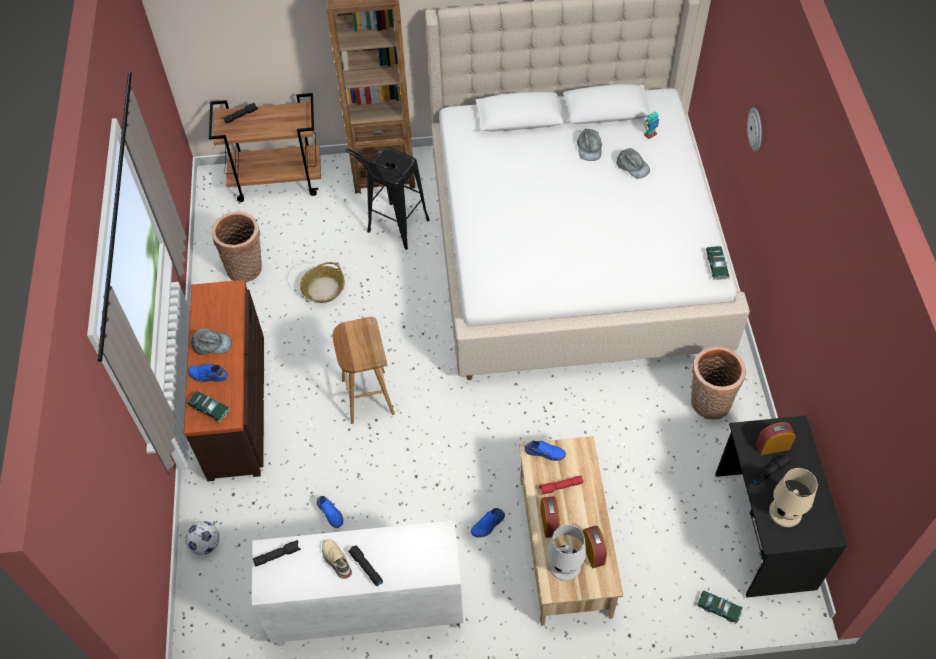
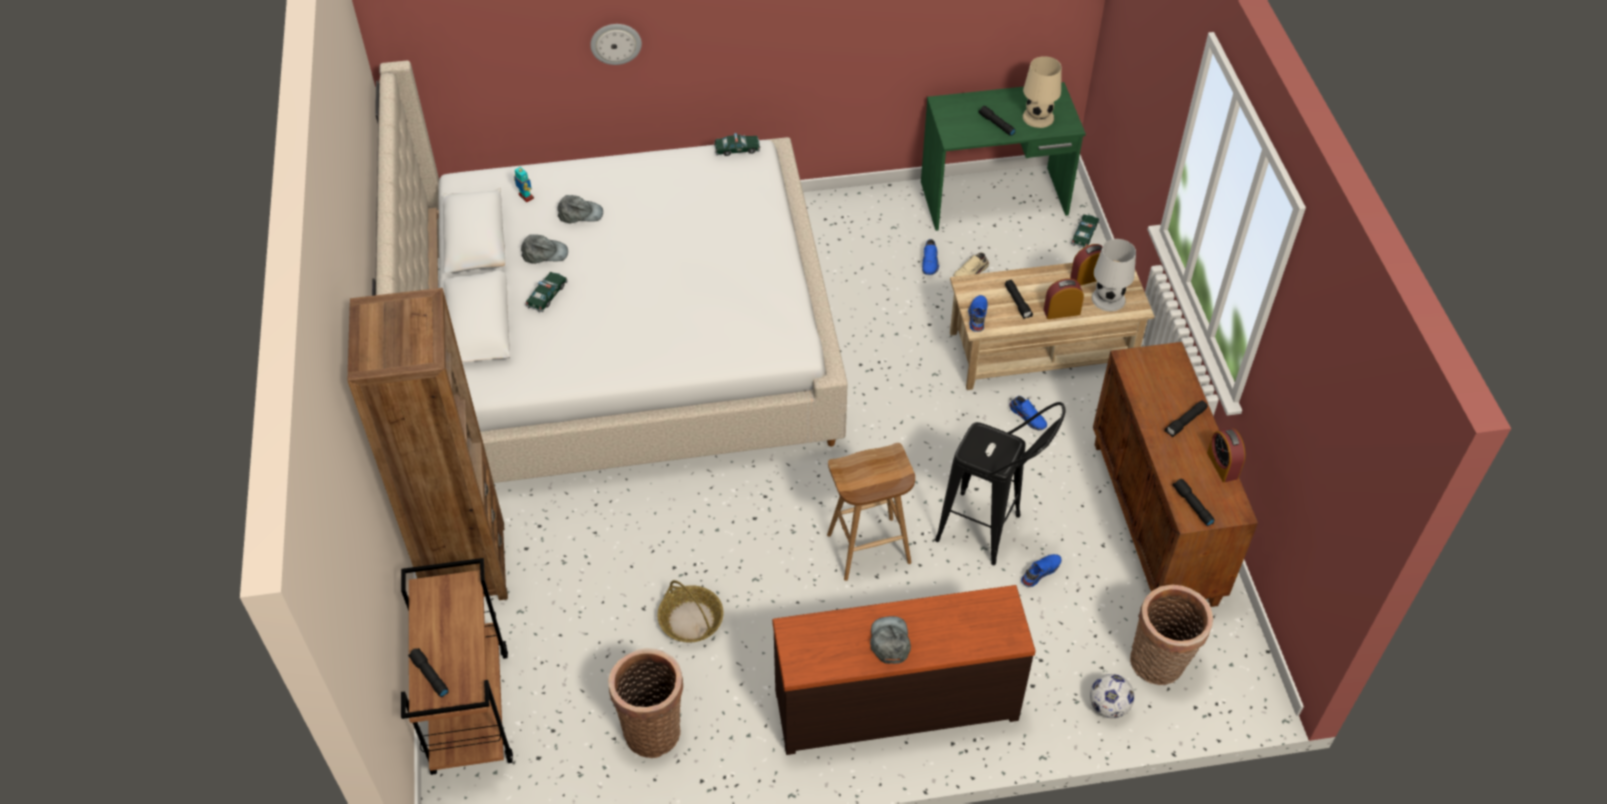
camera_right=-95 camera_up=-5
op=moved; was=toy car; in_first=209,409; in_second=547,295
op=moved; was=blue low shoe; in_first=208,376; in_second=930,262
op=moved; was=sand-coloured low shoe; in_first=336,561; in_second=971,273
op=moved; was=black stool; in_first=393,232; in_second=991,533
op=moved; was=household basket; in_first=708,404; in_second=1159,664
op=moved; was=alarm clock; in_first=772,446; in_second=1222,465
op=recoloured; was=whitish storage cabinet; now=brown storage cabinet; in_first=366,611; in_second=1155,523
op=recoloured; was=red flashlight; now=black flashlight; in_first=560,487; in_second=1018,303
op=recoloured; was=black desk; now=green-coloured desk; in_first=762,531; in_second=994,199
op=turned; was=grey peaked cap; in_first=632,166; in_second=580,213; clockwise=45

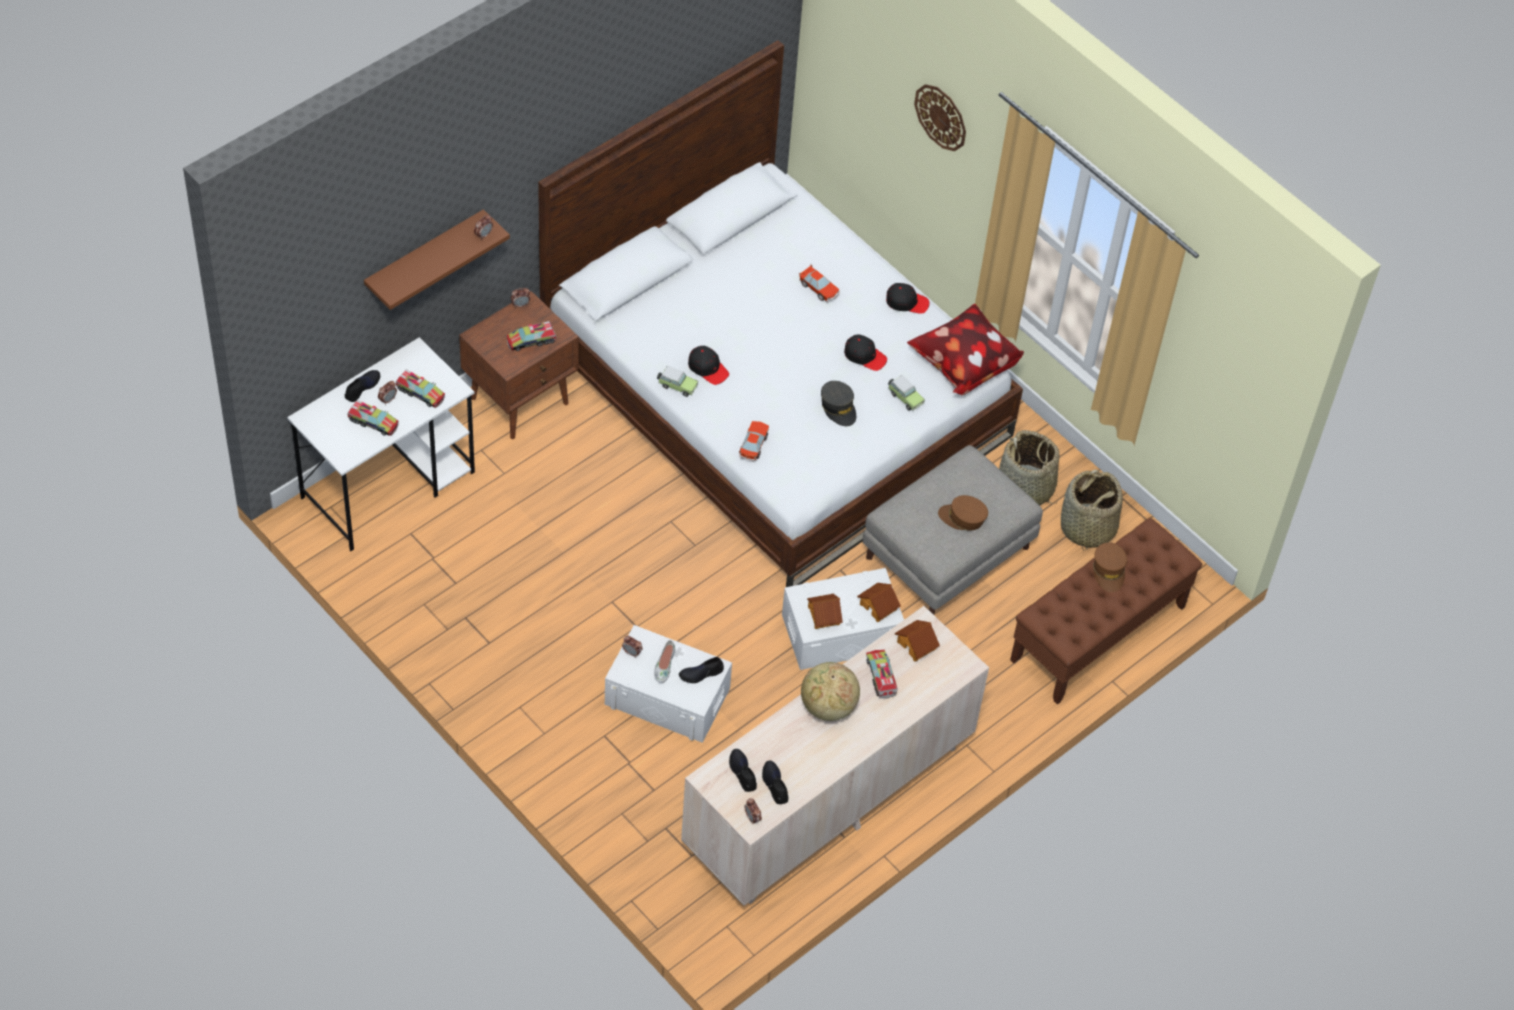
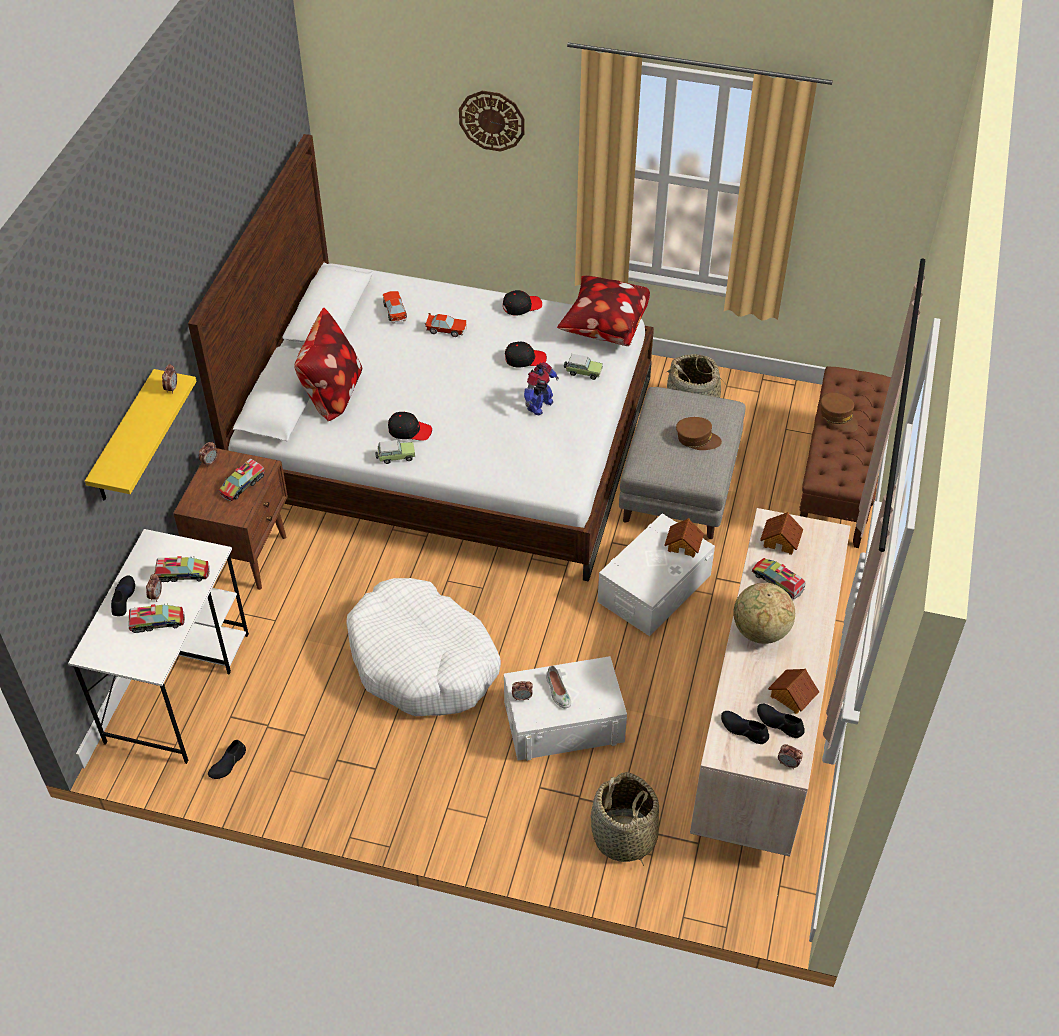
camera_right=-30 camera_up=-5
op=added; now=throw pillow; in_second=331,394
op=added; now=whitish dog cushion; in_second=423,661
op=moved; was=black low shoe; in_first=701,673; in_second=227,763
op=moved; was=toy car; in_first=753,445; in_second=395,311
op=moved; was=model house; in_first=823,615; in_second=791,696
op=moved; was=household basket; in_first=1087,528; in_second=624,837
op=replaced; was=grey peaked cap; now=model robot; in_first=838,407; in_second=539,405
op=recoloured; was=brown wall shelf; now=yellow-coloured wall shelf; in_first=425,258; in_second=125,439
op=turned; was=brown peaked cap; in_first=962,518; in_second=697,439; clockwise=-150

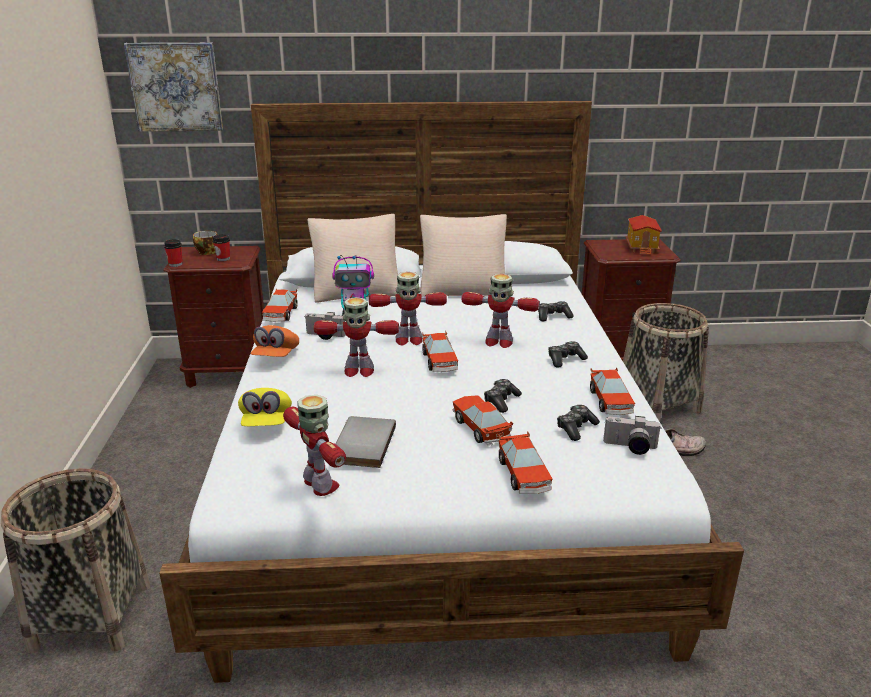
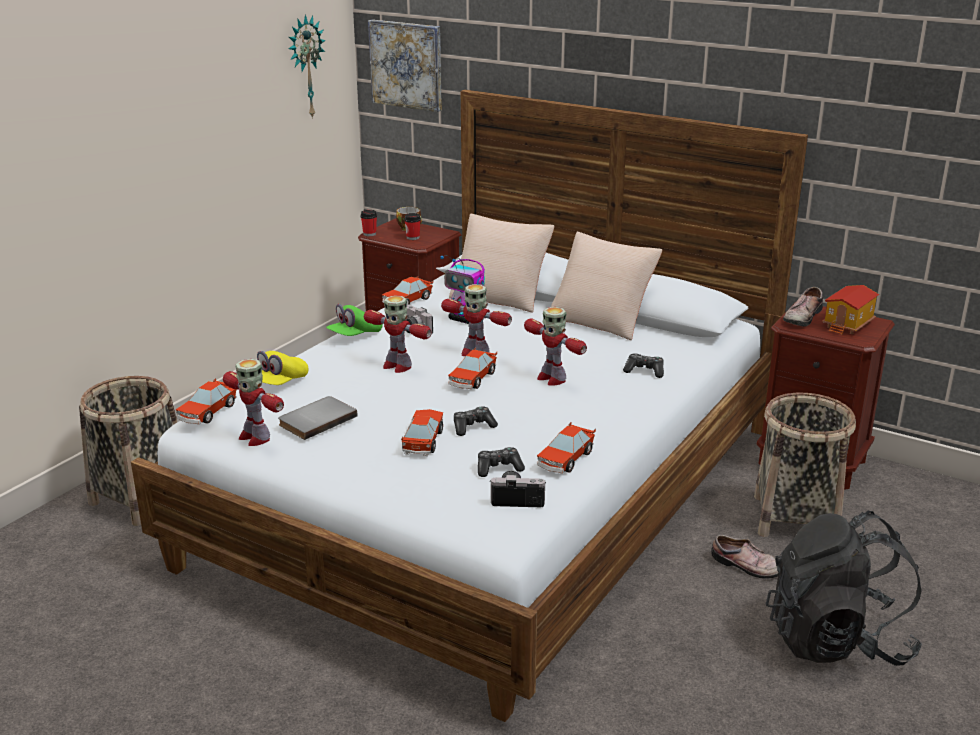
camera_right=35 camera_up=0
op=removed; was=game controller; in_first=565,359
op=added; now=wall clock; in_second=305,67
op=added; now=black knapsack; in_second=836,640
op=added; now=low shoe; in_second=801,316
op=moved; was=toy car; in_first=523,475; in_second=208,412
op=recoloured; was=orange-coloured peaked cap; now=green-coloured peaked cap; in_first=276,356; in_second=355,335
op=turned; was=model robot; in_first=320,485; in_second=255,437; clockwise=135
op=turned; was=still camera; in_first=630,448; in_second=517,498; clockwise=135

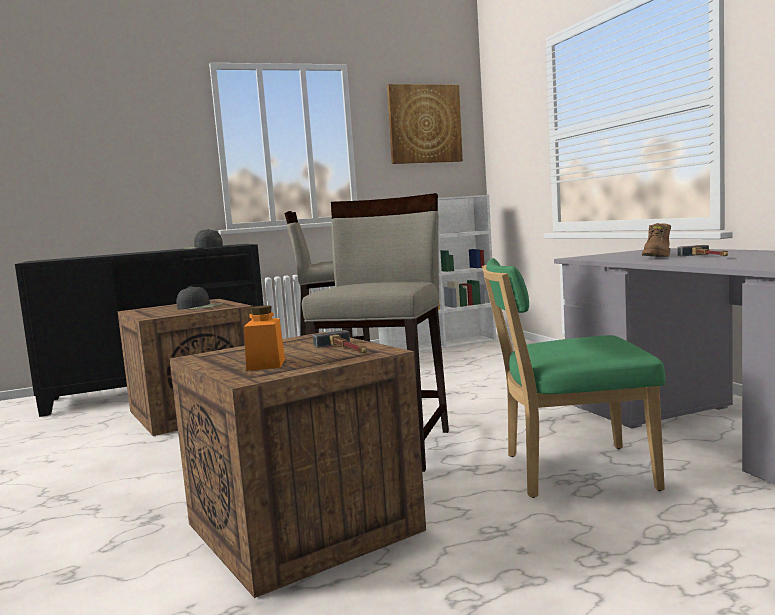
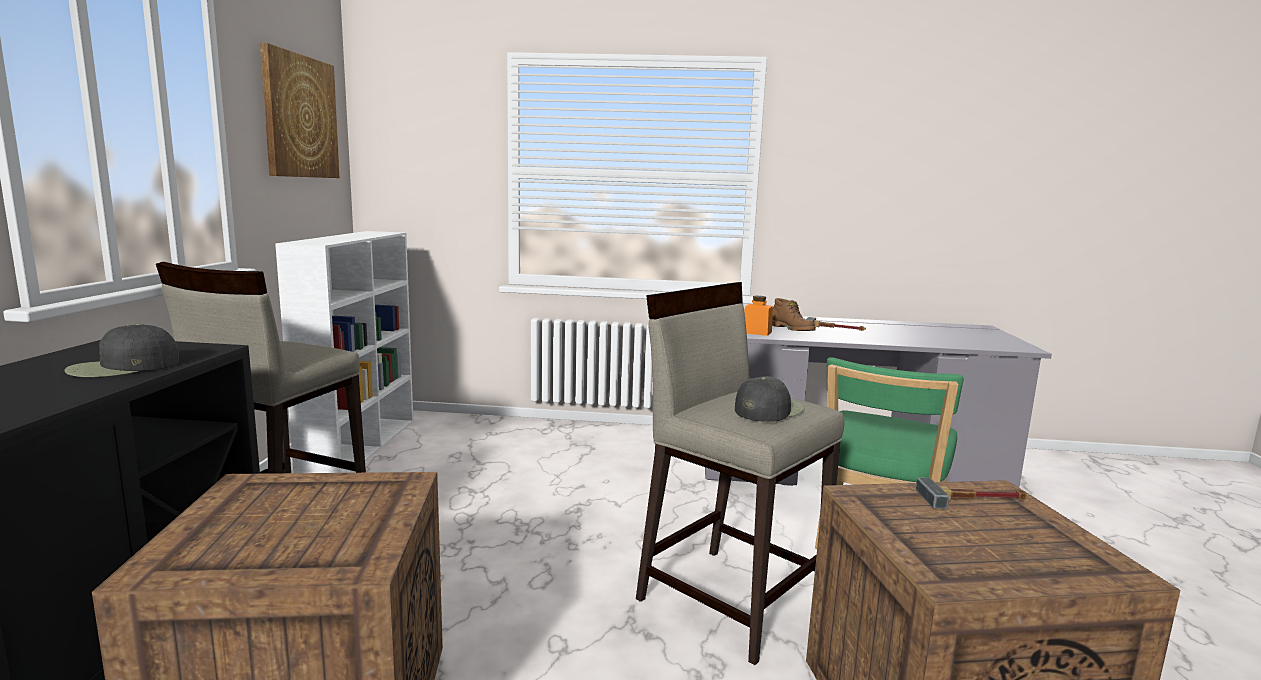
camera_right=-65 camera_up=5
op=moved; was=black peaked cap; in_first=200,307; in_second=768,409
op=moved; was=orange-coloured jar; in_first=266,364; in_second=757,332

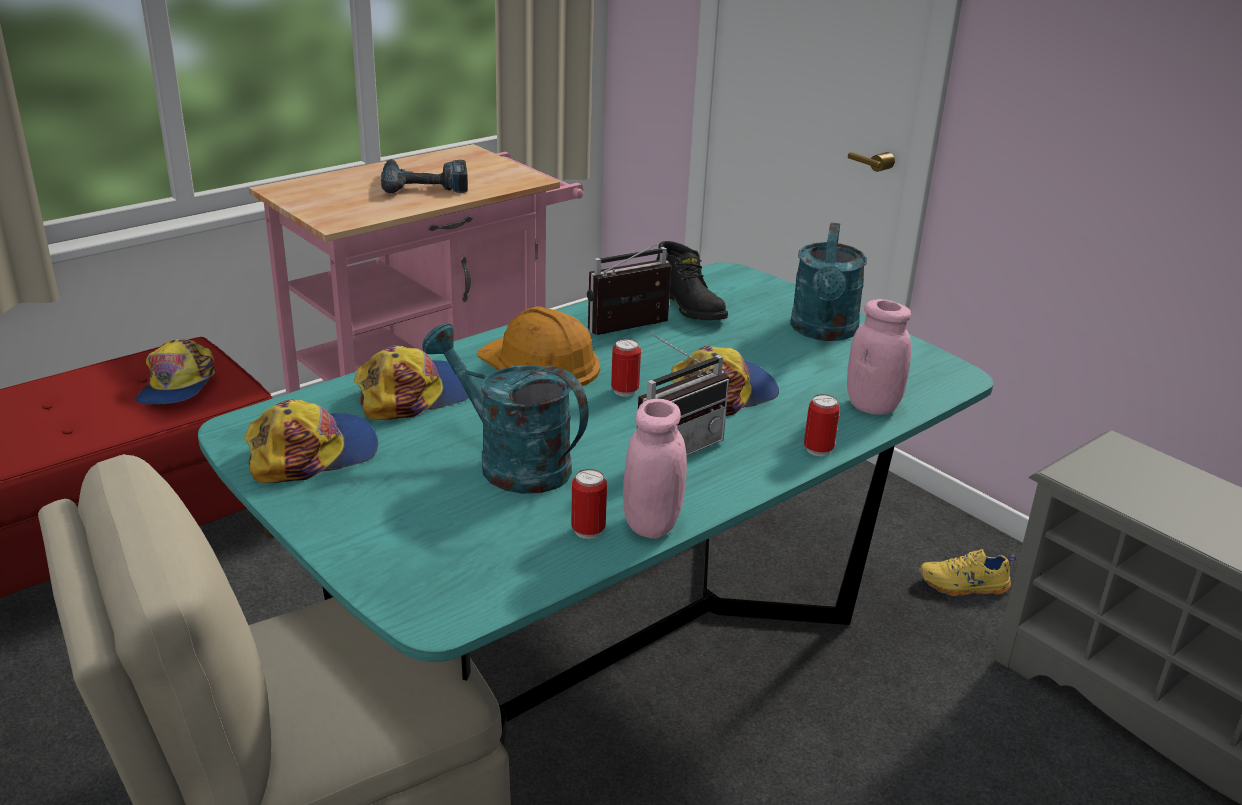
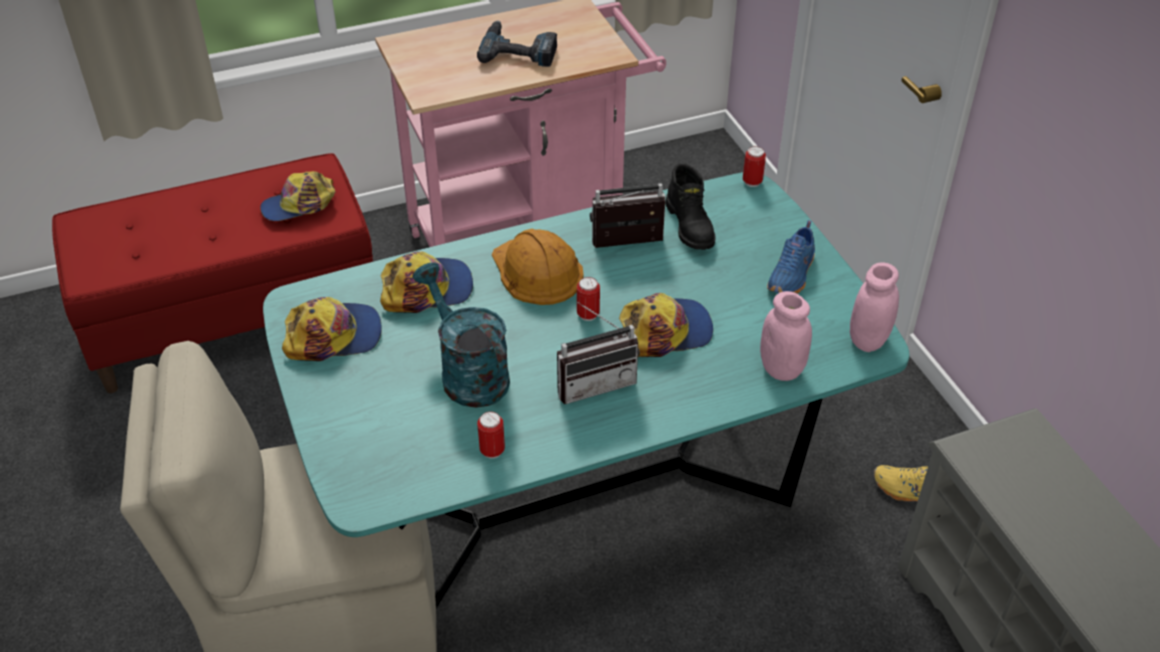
camera_right=20 camera_up=15
op=moved; was=pinkish jar; in_first=652,524; in_second=868,340
op=moved; was=metal can; in_first=818,450; in_second=752,182
op=replaced; was=turquoise watering can; now=blue low shoe; in_first=824,332; in_second=792,275
op=turned; was=peaked cap; in_first=177,386; in_second=299,205; clockwise=45

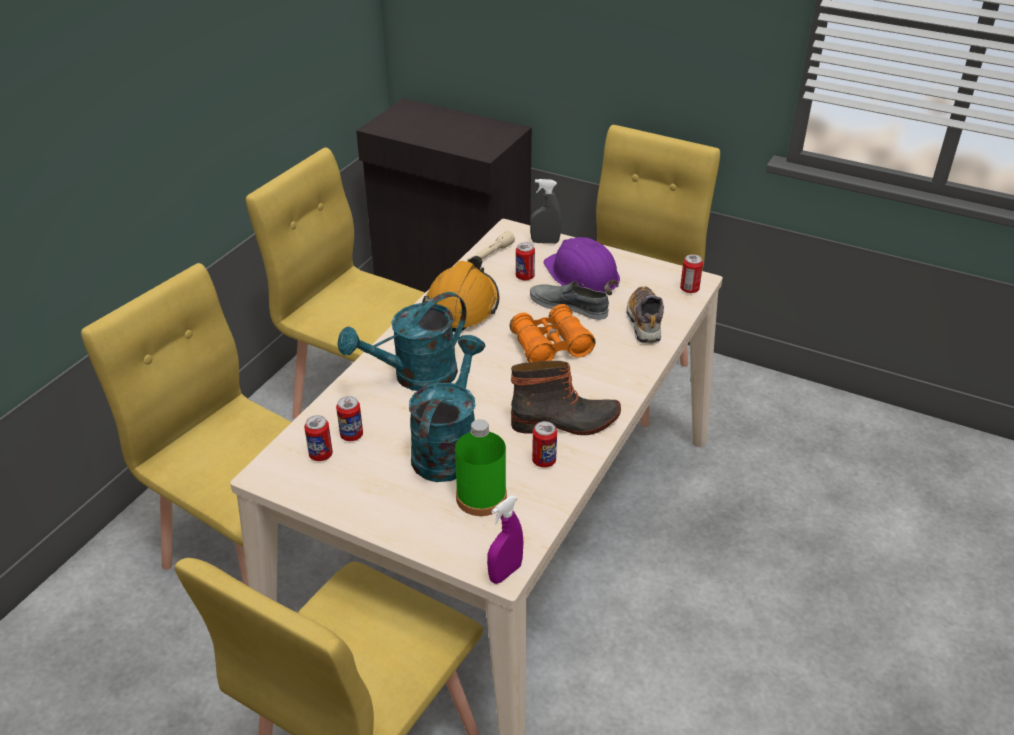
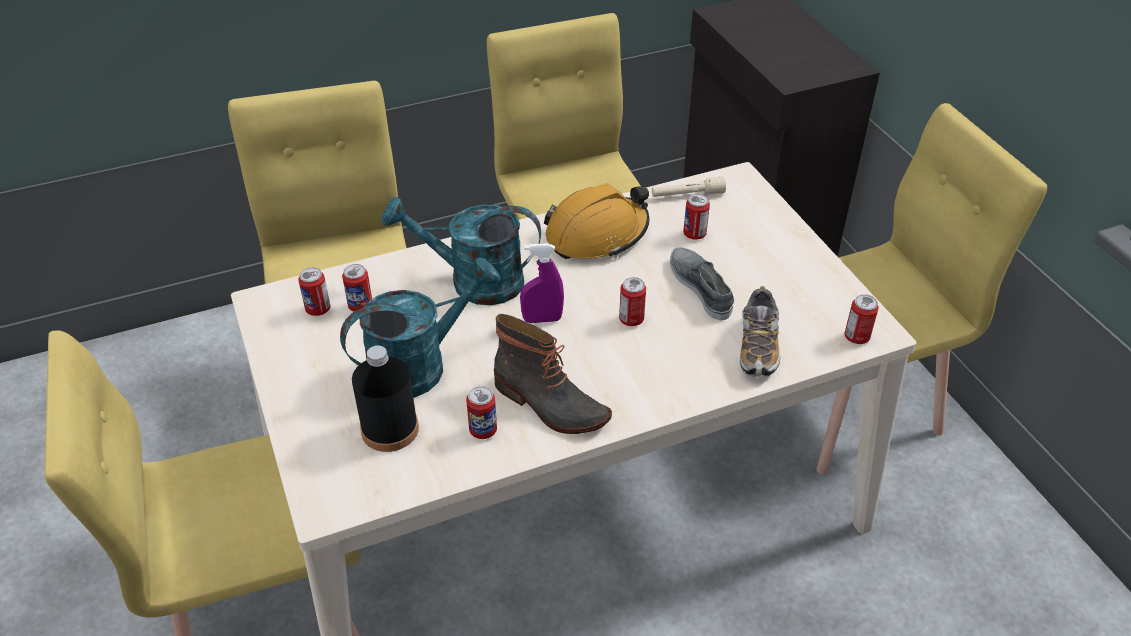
camera_right=40 camera_up=5
op=removed; was=grey sprayer; in_first=545,242
op=removed; was=purple safety helmet; in_first=582,275
op=moved; was=purple sprayer; in_first=505,573; in_second=542,319
op=replaced; was=orange-coloured pair of binoculars; now=metal can; in_first=551,346; in_second=631,319
op=recoloured; was=green-coloured drink bottle; now=black drink bottle; in_first=481,497; in_second=390,429
op=turned; was=low shoe; in_first=644,323; in_second=758,347; clockwise=150

